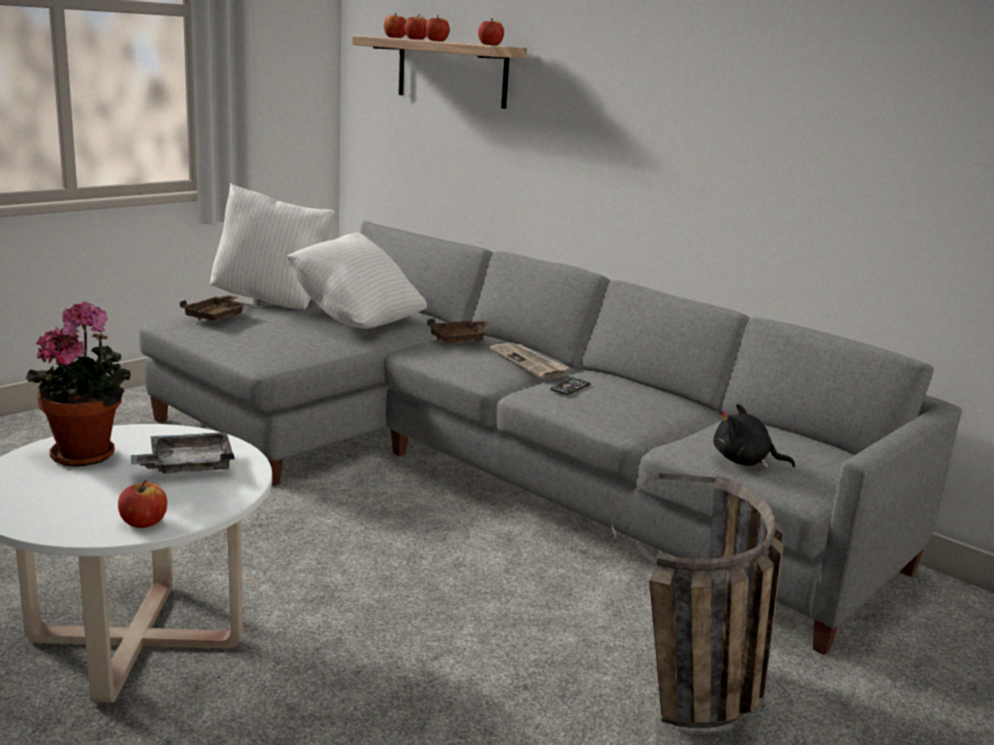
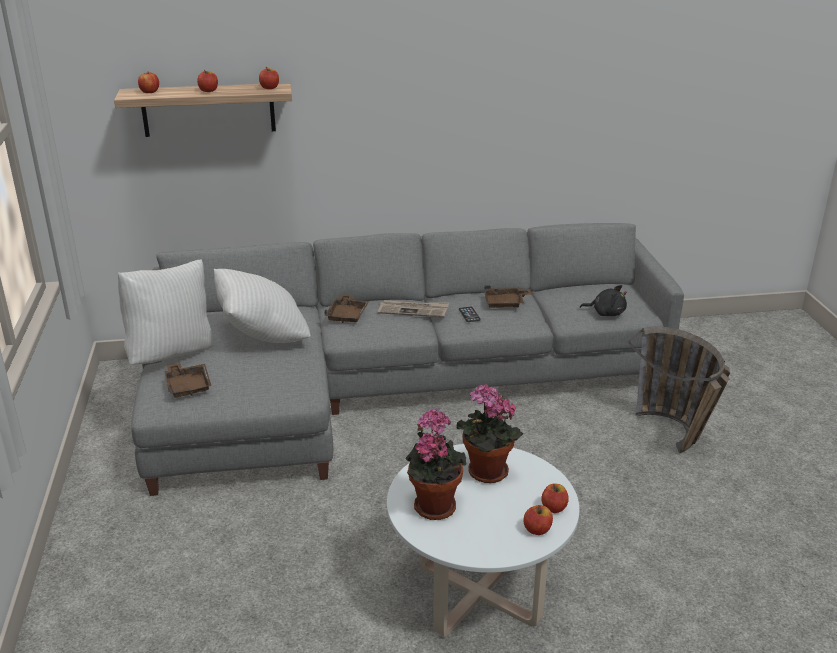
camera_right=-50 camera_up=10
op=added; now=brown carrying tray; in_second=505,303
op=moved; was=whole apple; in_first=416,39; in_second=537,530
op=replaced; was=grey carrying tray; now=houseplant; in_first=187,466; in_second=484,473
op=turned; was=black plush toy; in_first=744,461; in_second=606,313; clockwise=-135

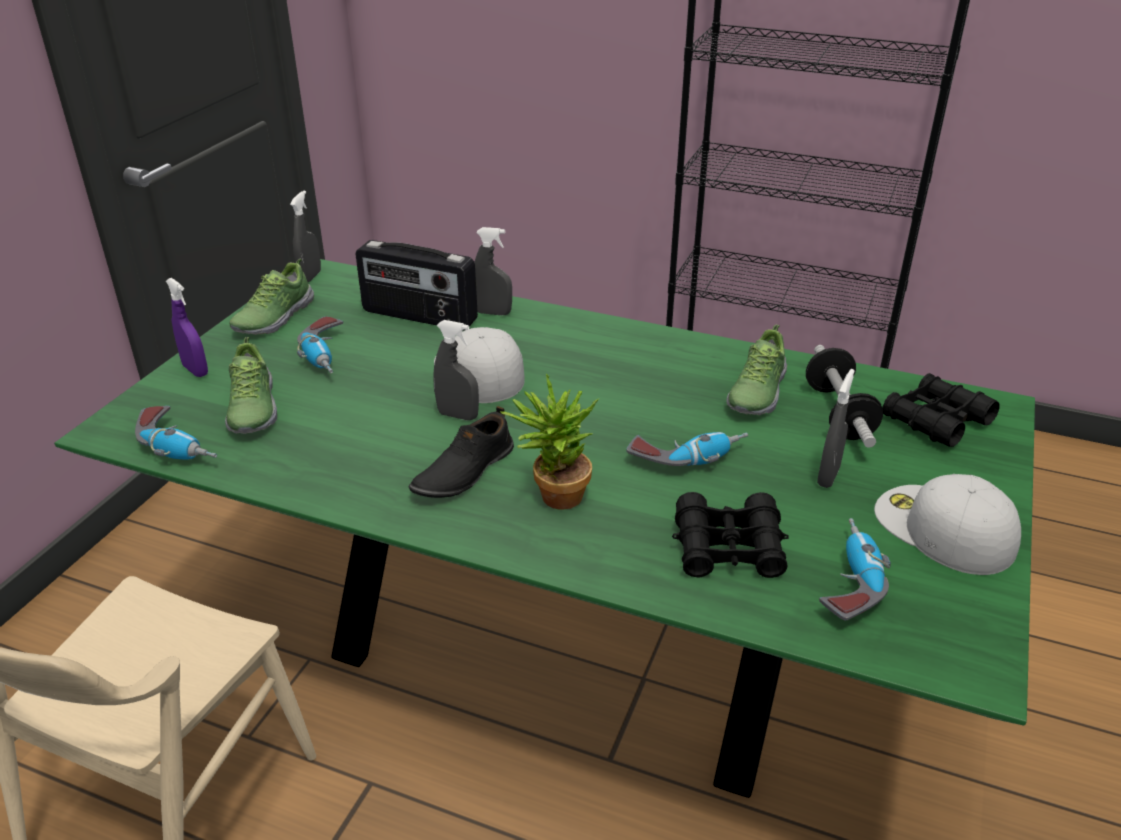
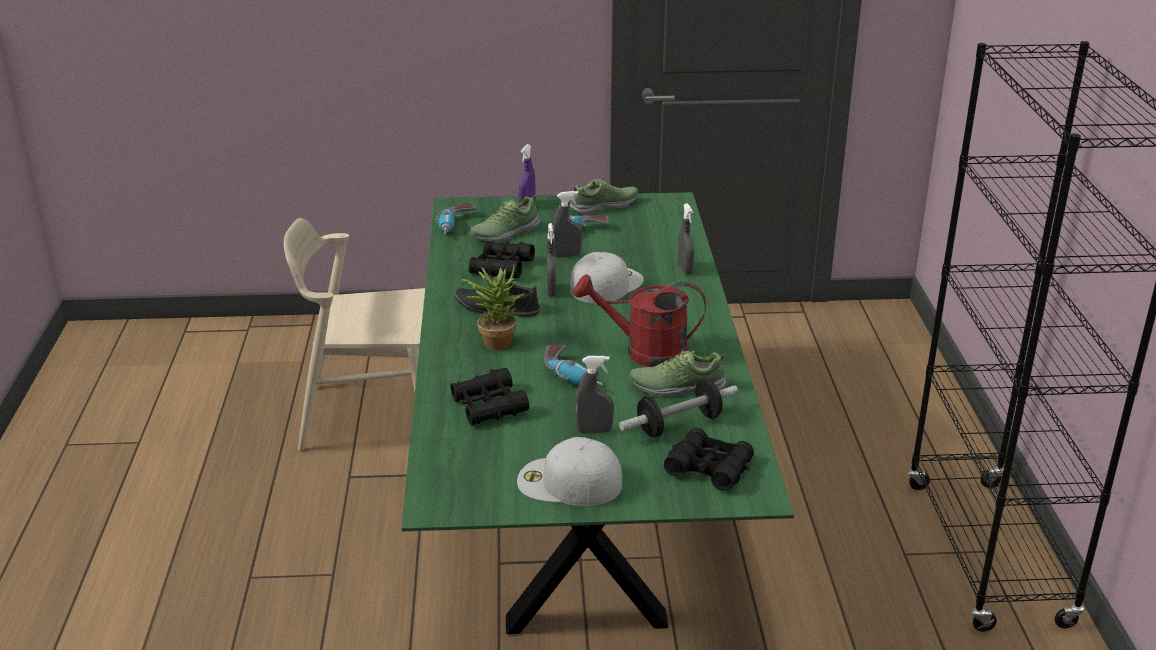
camera_right=65 camera_up=-5
op=removed; was=radio set; in_first=419,316
op=removed; was=electric drill; in_first=847,580
op=added; now=black pair of binoculars; in_second=501,267
op=added; now=red watering can; in_second=644,352
op=moved; was=grey sprayer; in_first=310,277; in_second=567,255
op=turned; was=low shoe; in_first=273,317; in_second=604,206; clockwise=150
op=turned; was=whitish peaked cap; in_first=942,528; in_second=568,482; clockwise=-105

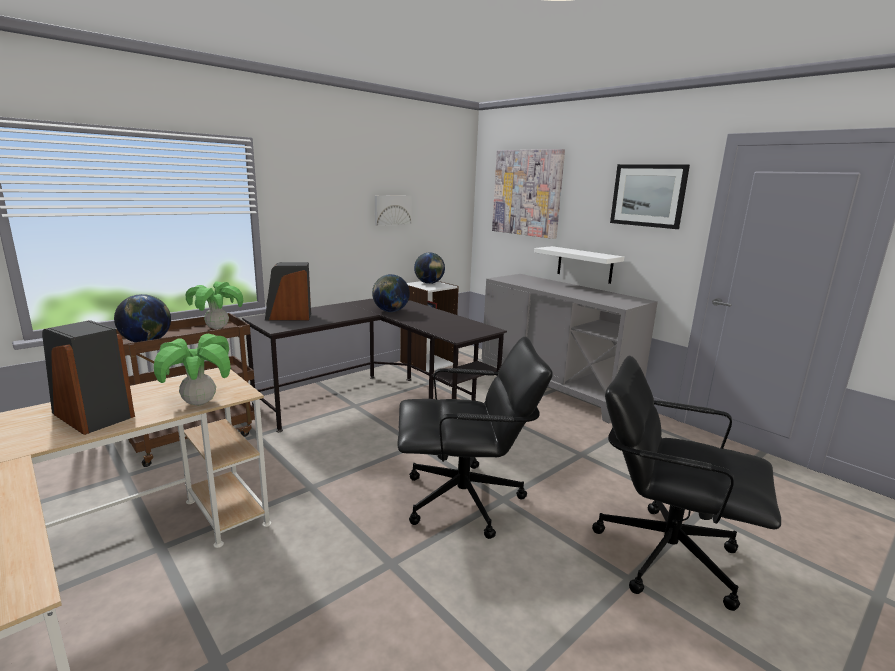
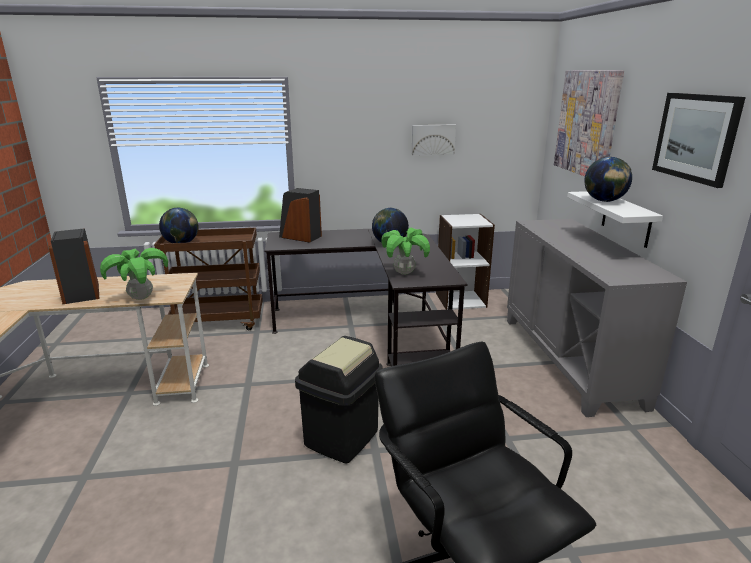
camera_right=35 camera_up=5
op=moved; was=houseplant; in_first=217,328; in_second=404,273
op=moved; was=globe; in_first=429,283; in_second=604,201
op=replaced; was=black office chair; now=black trash can; in_first=464,500; in_second=342,438

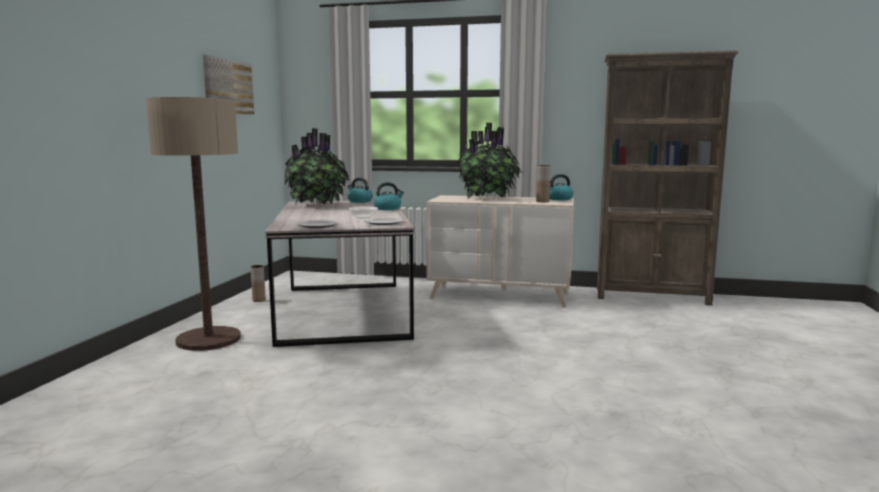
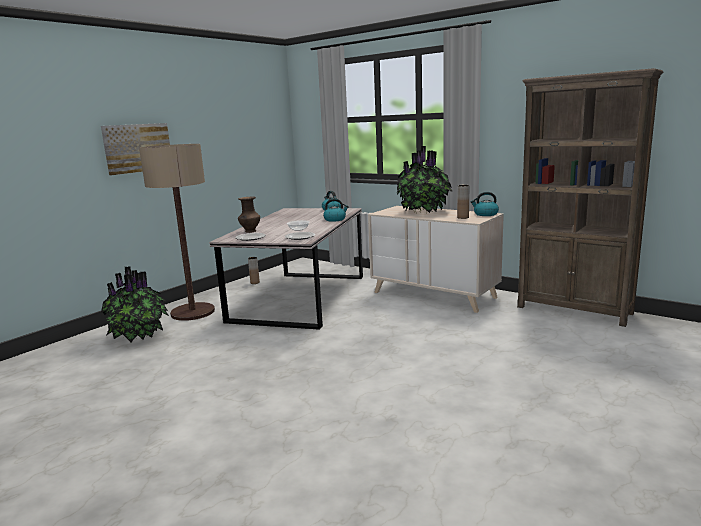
camera_right=25 camera_up=5
op=added; now=brown flower vase; in_second=250,231
op=moved; was=wall art; in_first=227,86; in_second=137,148
op=moved; was=houseplant; in_first=318,205; in_second=139,336

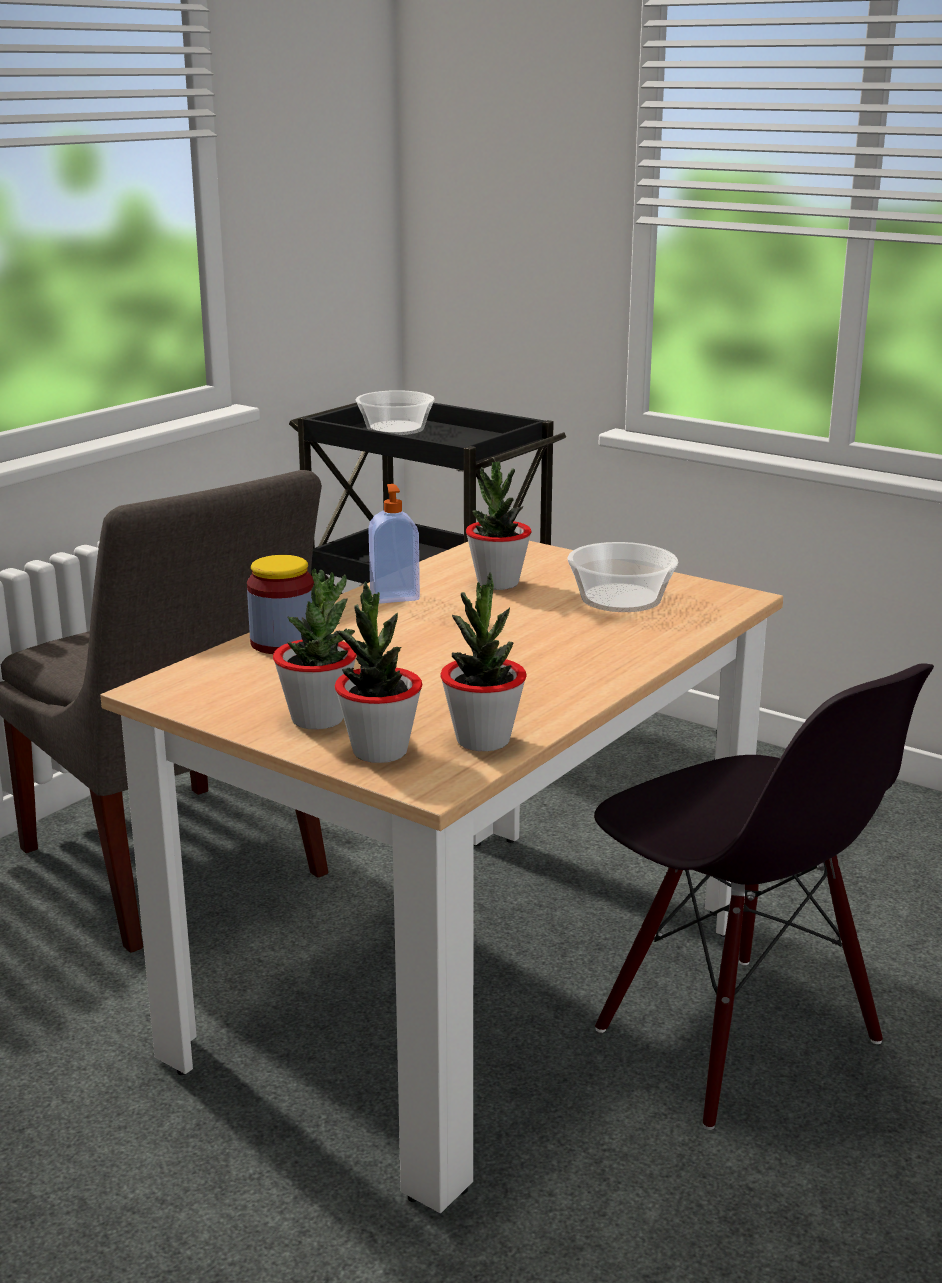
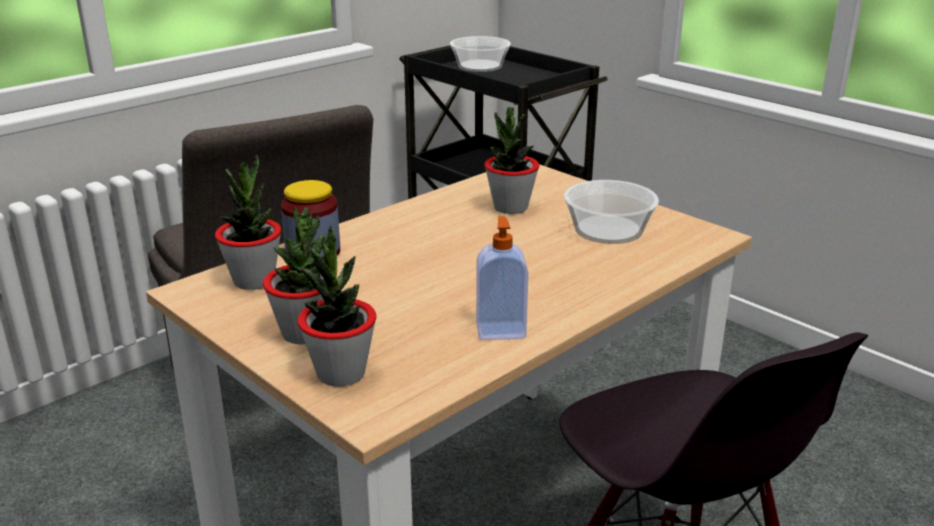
camera_right=10 camera_up=5
op=moved; was=liquid soap bottle; in_first=394,596; in_second=500,330
op=moved; was=houseplant; in_first=483,740; in_second=254,280

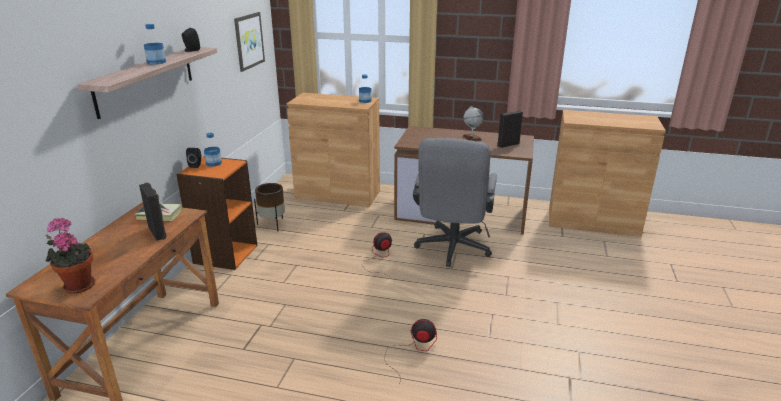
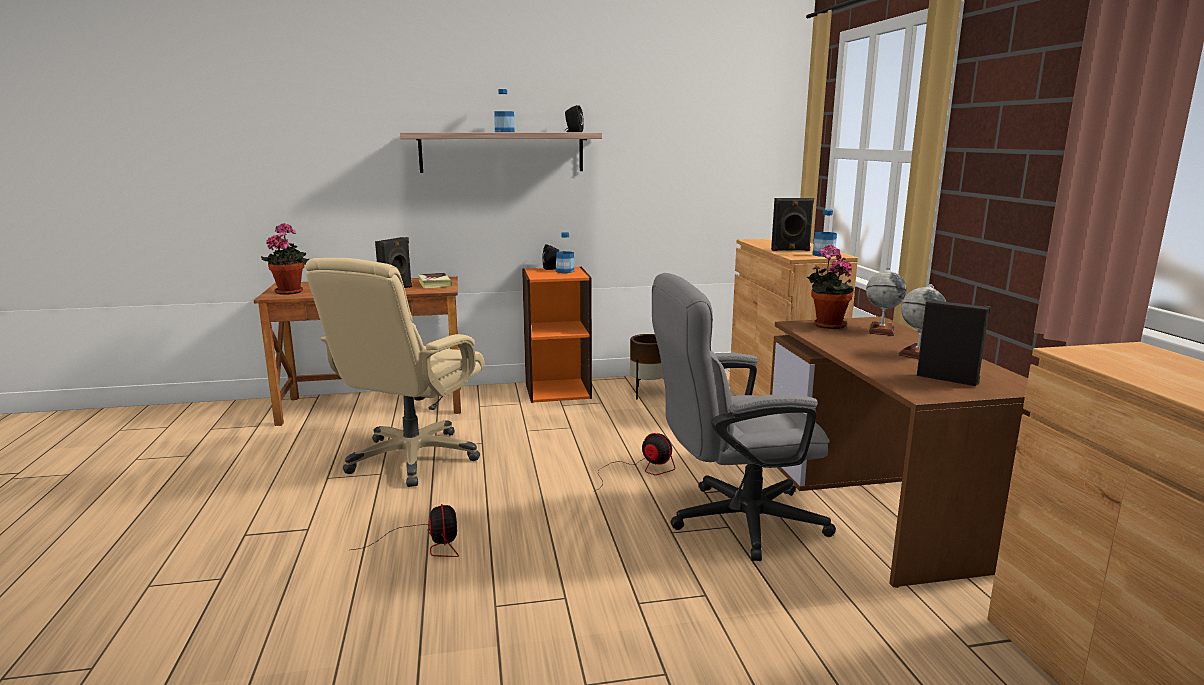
camera_right=65 camera_up=-10
op=removed; was=wall art; in_first=248,41
op=added; now=sand-coloured office chair; in_second=412,458
op=added; now=black audio speaker; in_second=790,250
op=added; now=houseplant; in_second=826,325
op=added; now=globe; in_second=881,330

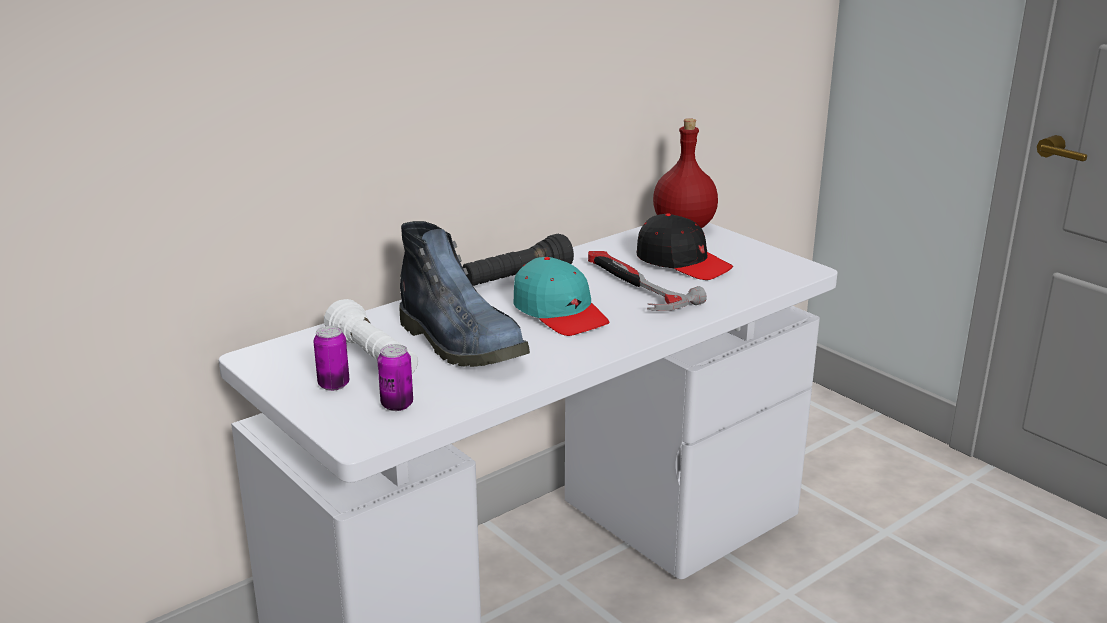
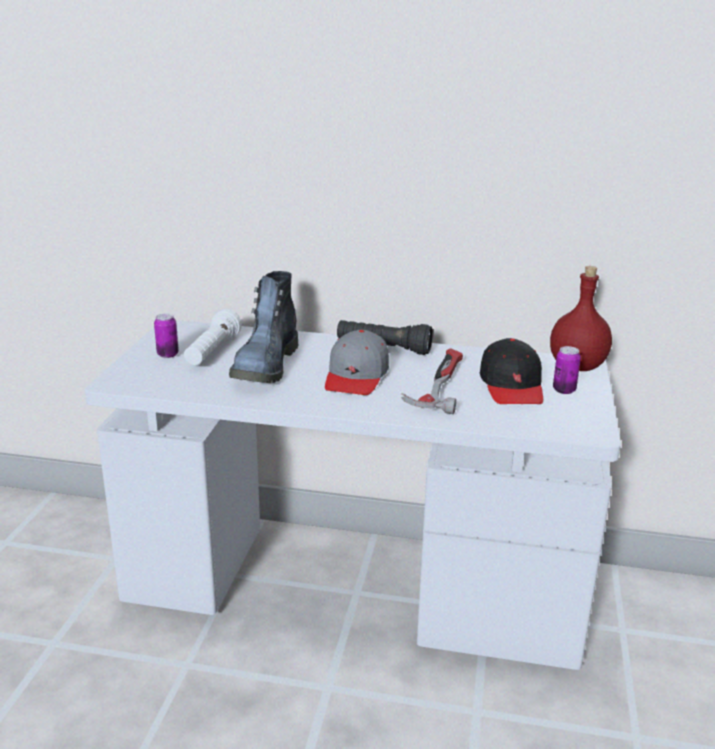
camera_right=50 camera_up=0
op=moved; was=metal can; in_first=397,405; in_second=564,390
op=recoloured; was=turquoise peaked cap; now=grey peaked cap; in_first=560,312; in_second=356,376

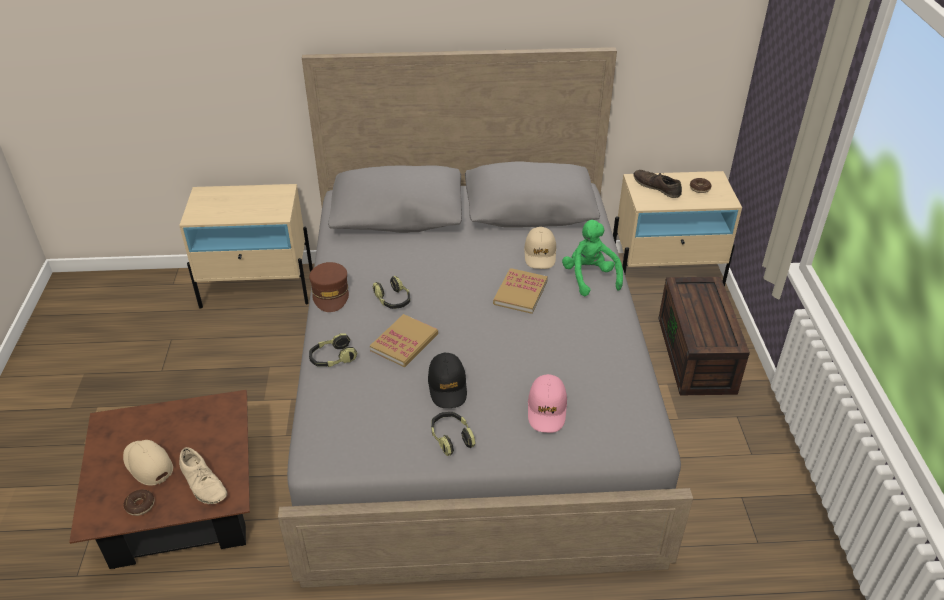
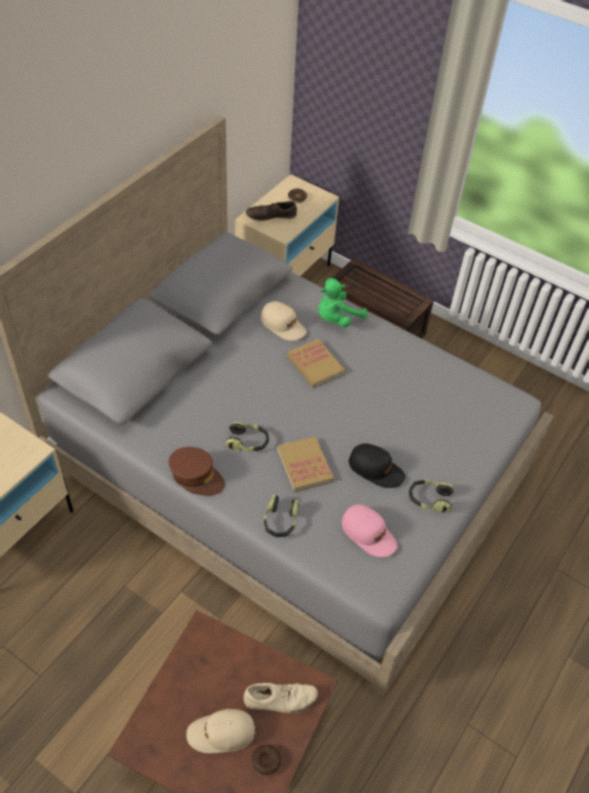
camera_right=-55 camera_up=10
op=moved; was=pinkish peaked cap; in_first=547,409; in_second=369,534
op=turned; was=green-coloured plush toy; in_first=590,277; in_second=336,318; clockwise=-60

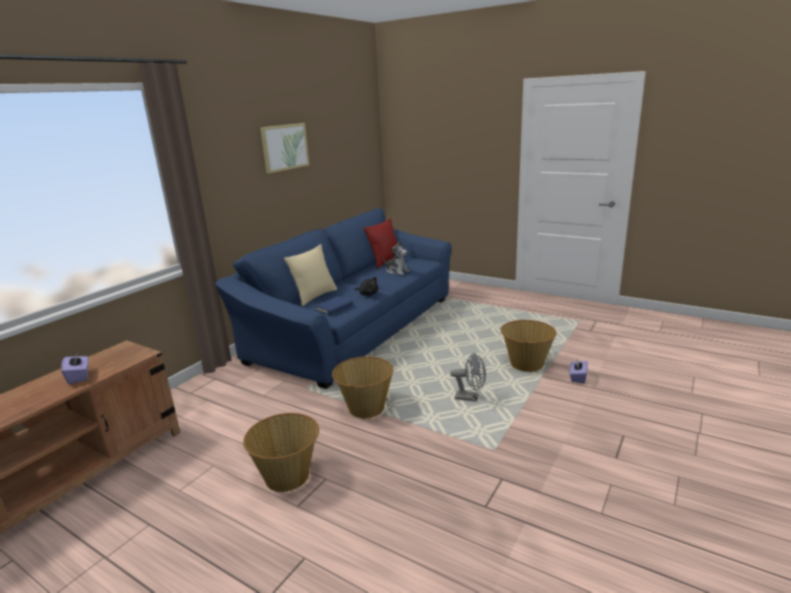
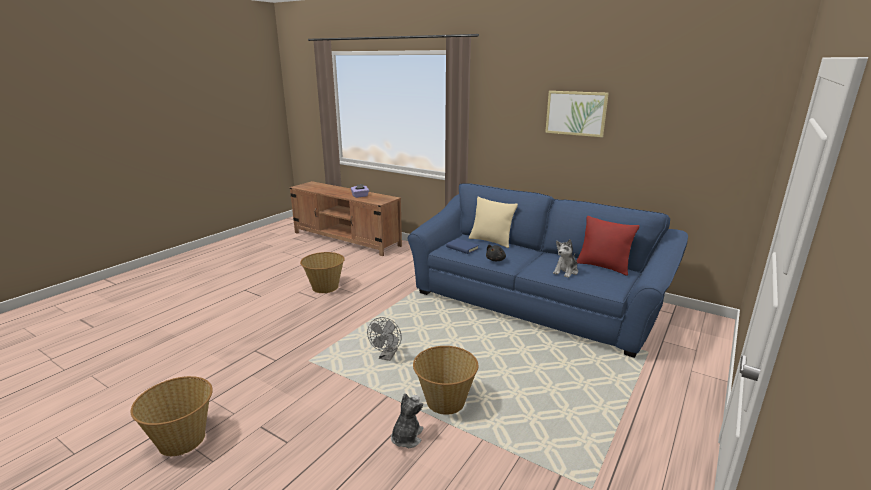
camera_right=90 camera_up=0
op=moved; was=household basket; in_first=365,408; in_second=182,439
op=replaced; was=purple box of tissues; now=plush toy; in_first=577,378; in_second=406,437

